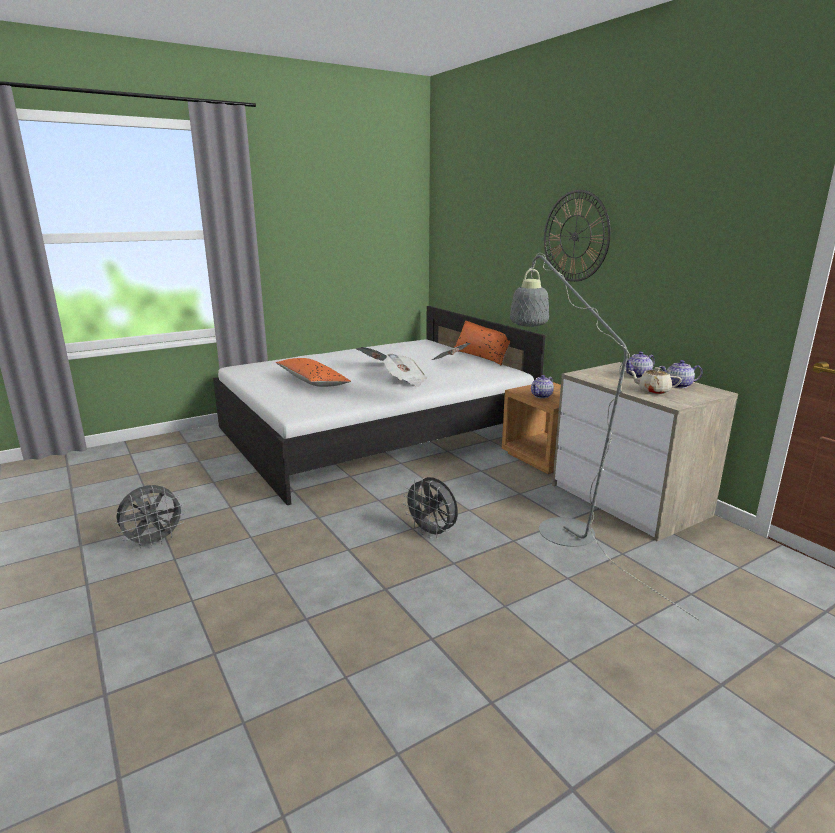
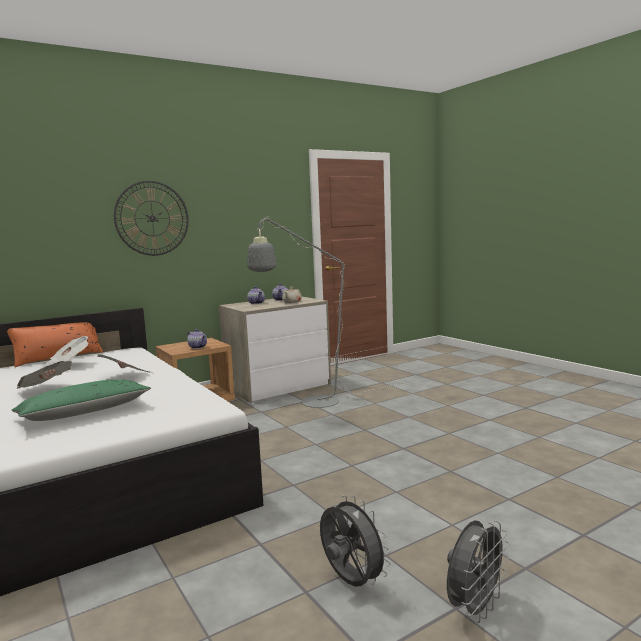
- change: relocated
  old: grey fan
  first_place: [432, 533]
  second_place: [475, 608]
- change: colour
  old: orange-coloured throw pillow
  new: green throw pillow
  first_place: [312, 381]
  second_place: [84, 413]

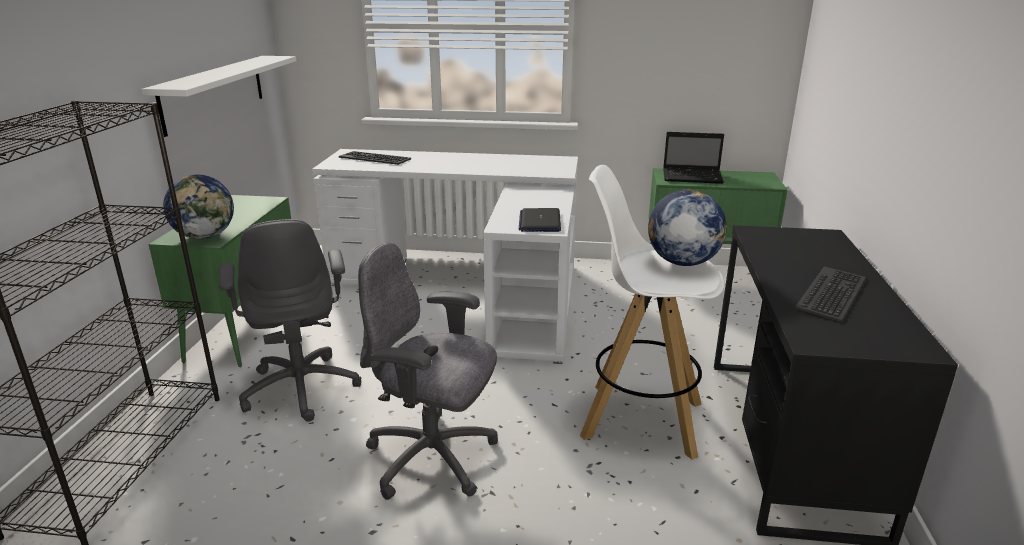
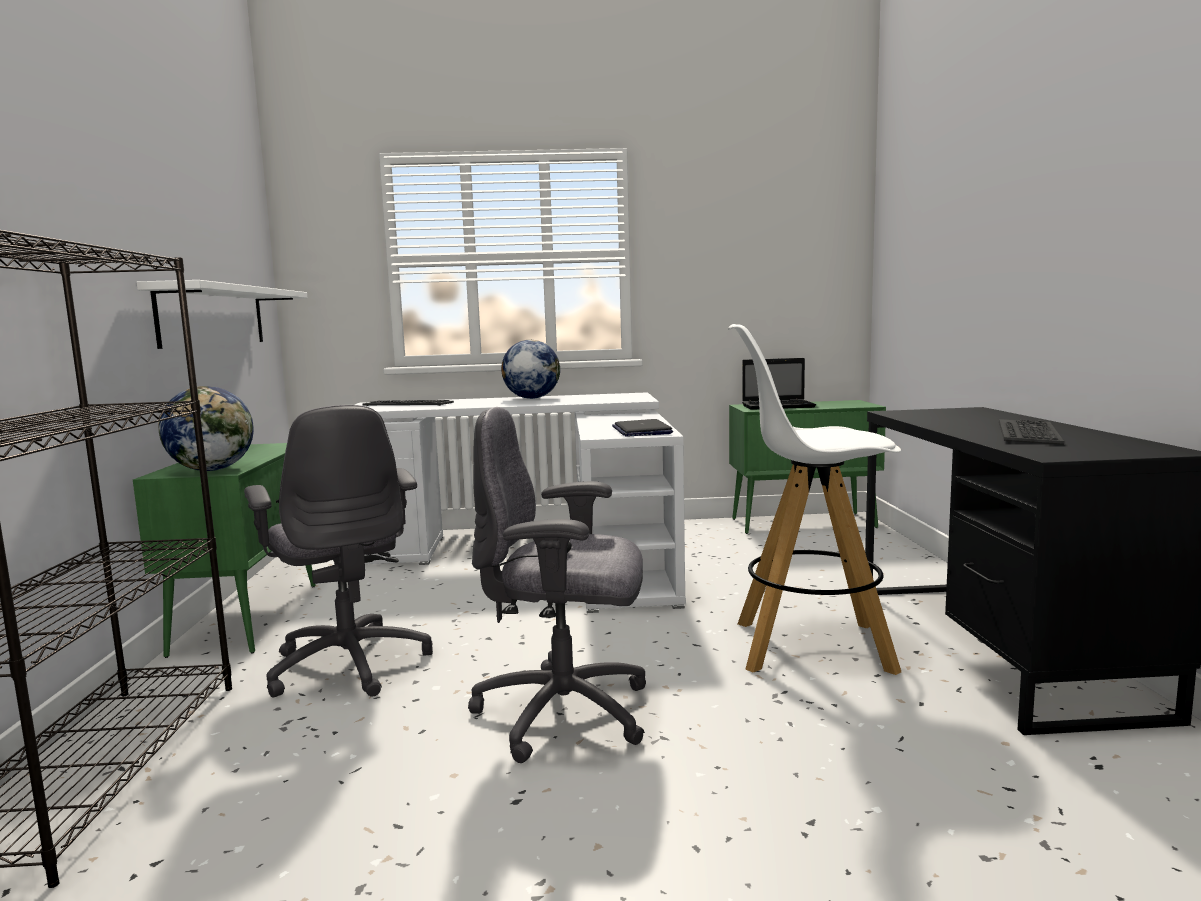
- change: relocated
  old: world globe
  first_place: [682, 262]
  second_place: [531, 398]

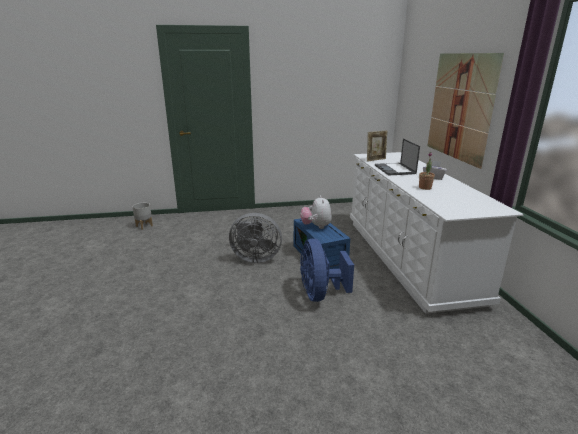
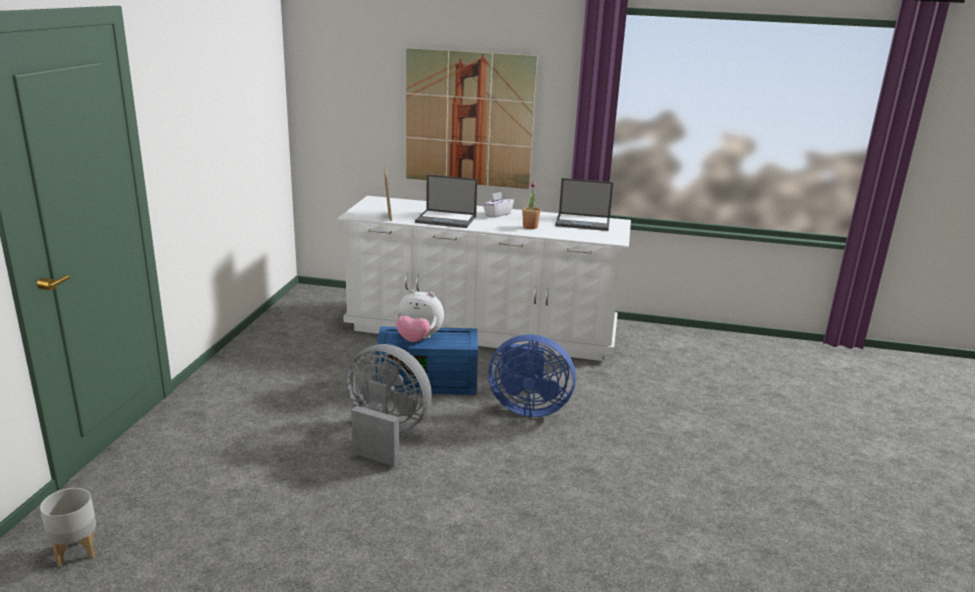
- change: appeared
  new: notebook computer
  second_place: [583, 222]
- change: spun
  old: grey fan
  first_place: [255, 258]
  second_place: [385, 434]
  degrees: -90

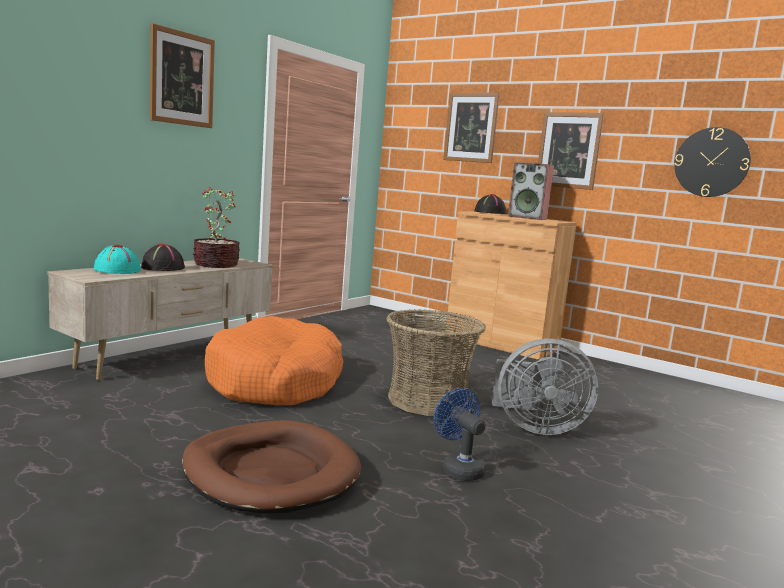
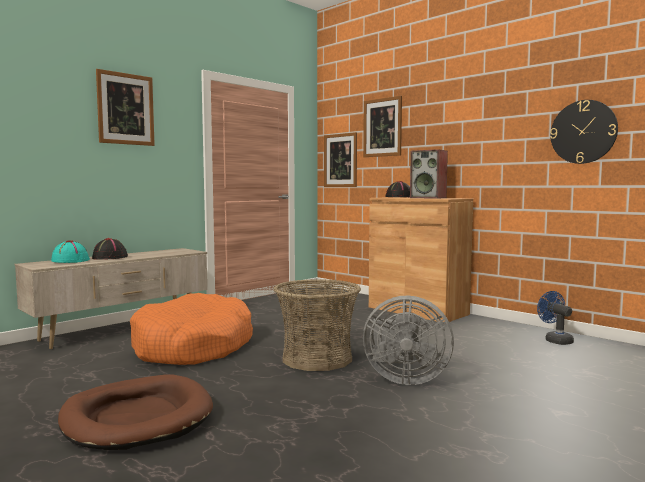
- change: missing
  old: houseplant
  first_place: [216, 265]
- change: relocated
  old: blue-coloured fan
  first_place: [458, 468]
  second_place: [555, 340]
- change: relocated
  old: picture
  first_place: [568, 150]
  second_place: [340, 160]

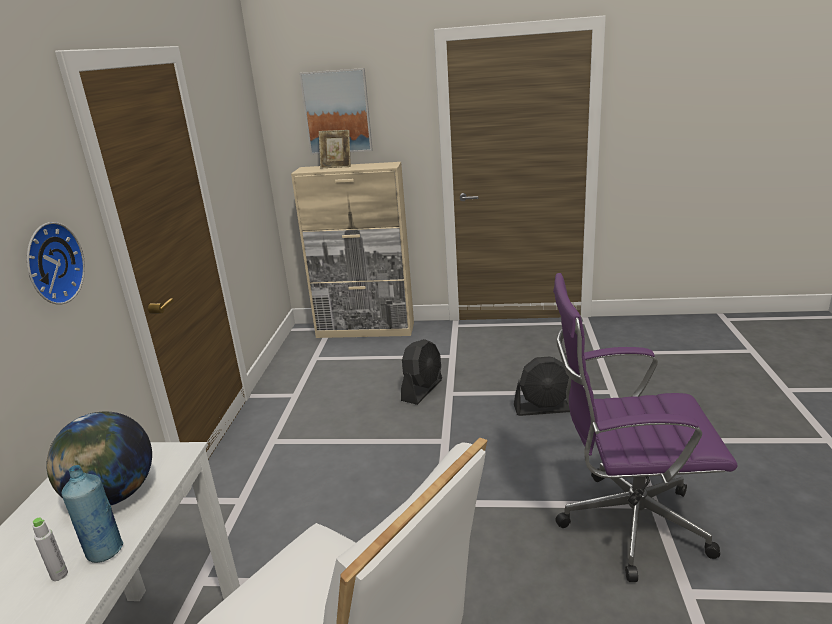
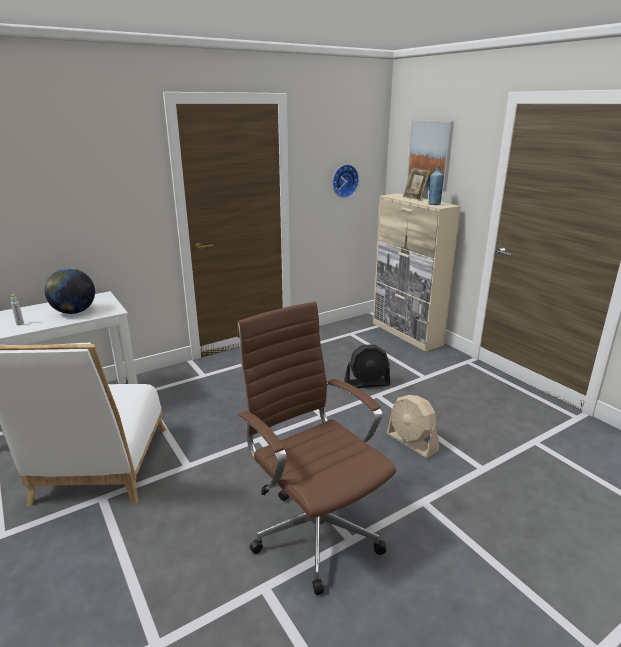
- change: relocated
  old: clock on the wall
  first_place: [50, 263]
  second_place: [344, 181]
- change: relocated
  old: blue-coloured beverage bottle
  first_place: [105, 551]
  second_place: [434, 204]
- change: colour
  old: blackish fan
  new: beige fan
  first_place: [544, 408]
  second_place: [412, 442]
- change: colour
  old: purple office chair
  new: brown office chair
  first_place: [626, 524]
  second_place: [313, 530]

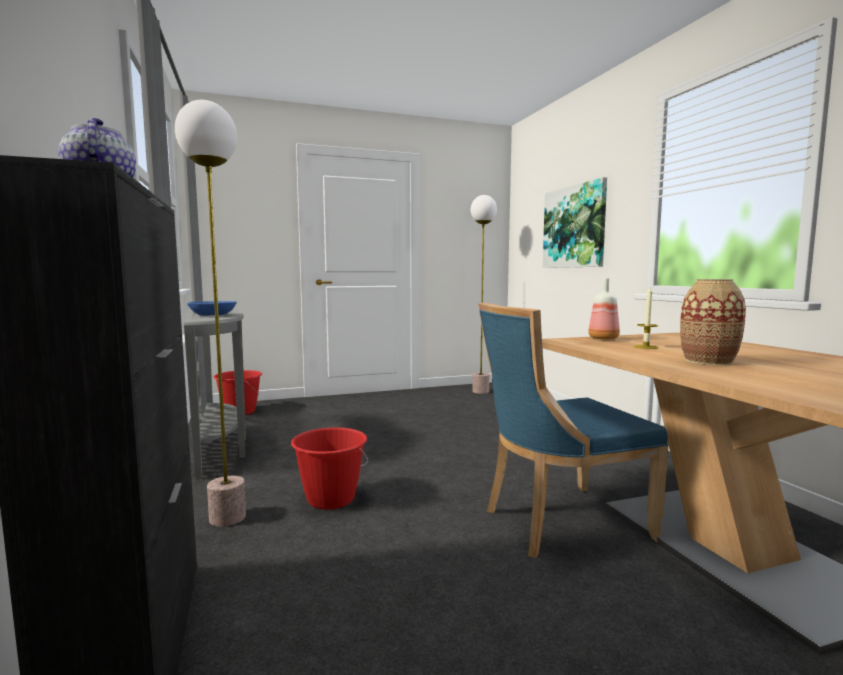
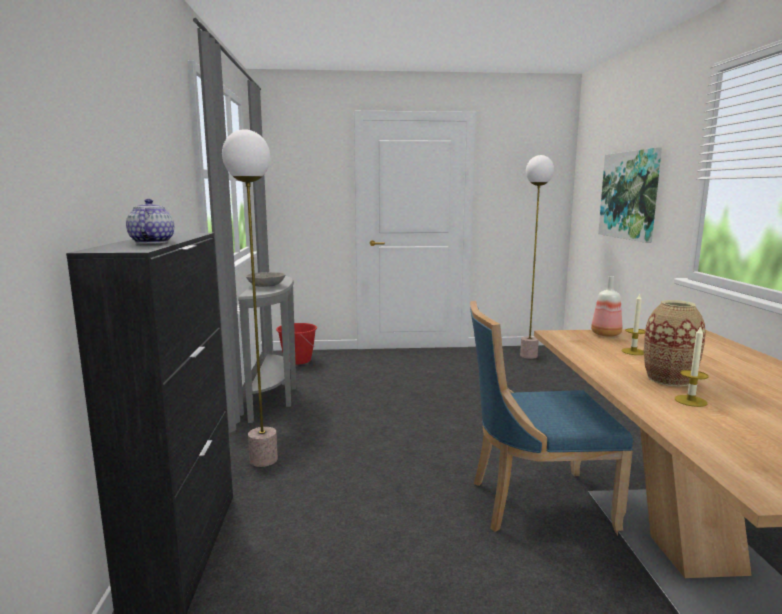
- change: missing
  old: red-coloured water bucket
  first_place: [330, 499]
- change: appeared
  new: wax candle
  second_place: [690, 401]
- change: colour
  old: blue-coloured deep dish
  new: grey deep dish
  first_place: [213, 315]
  second_place: [266, 286]

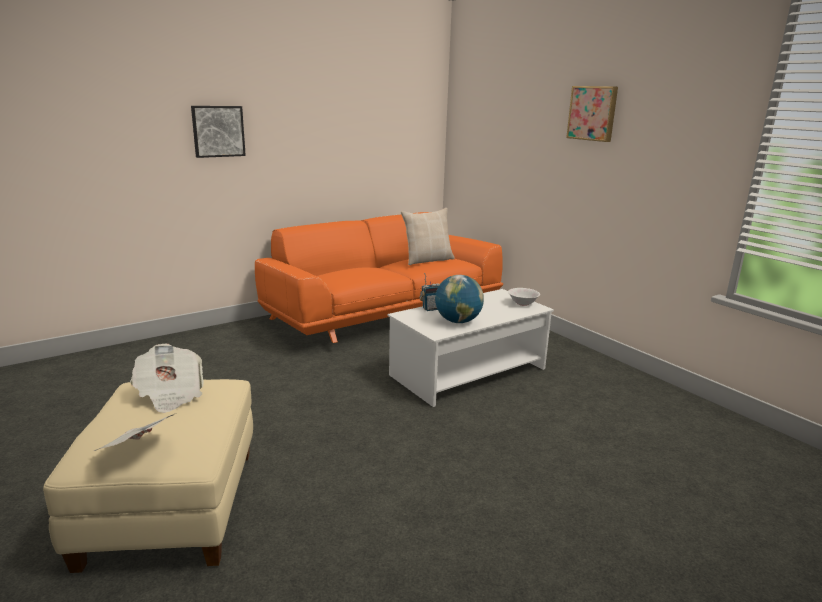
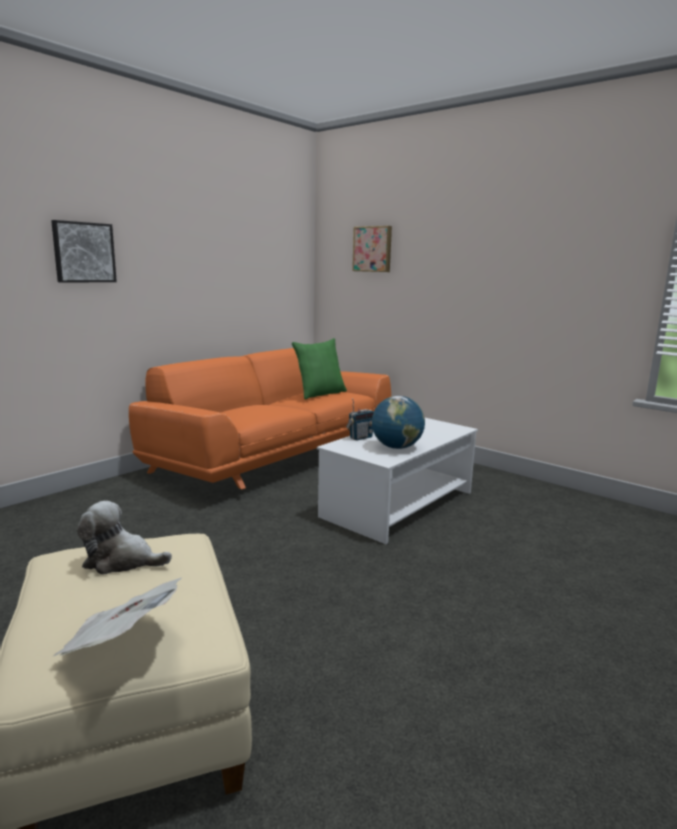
- change: missing
  old: white-coloured deep dish
  first_place: [522, 303]
- change: relocated
  old: picture
  first_place: [593, 113]
  second_place: [373, 249]
- change: exchanged
  old: daily paper
  new: cuddly toy
  first_place: [170, 394]
  second_place: [121, 561]
- change: colour
  old: beige throw pillow
  new: green throw pillow
  first_place: [427, 260]
  second_place: [320, 394]

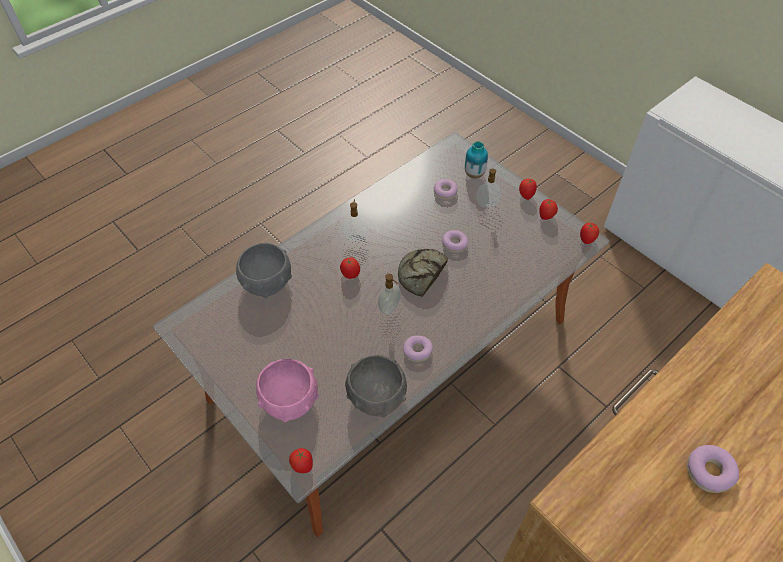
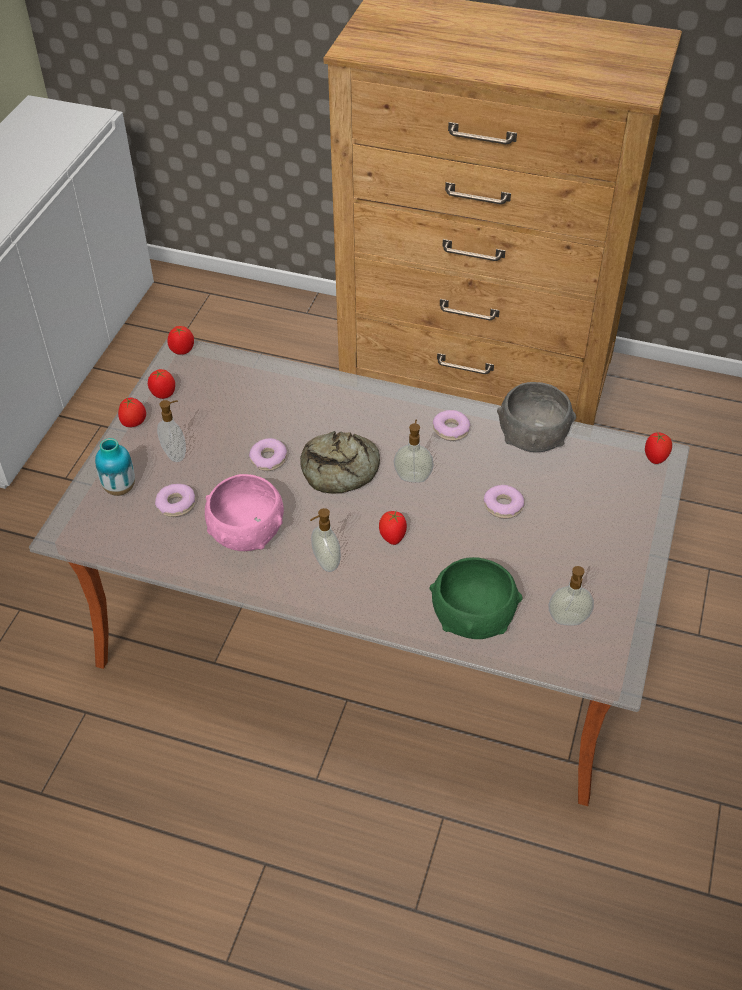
- change: appeared
  new: liquid soap bottle
  second_place: [568, 620]
- change: relocated
  old: pinkish deep dish
  first_place: [289, 400]
  second_place: [247, 533]
- change: relocated
  old: ring doughnut
  first_place: [709, 471]
  second_place: [503, 506]
- change: colour
  old: grey deep dish
  new: green deep dish
  first_place: [267, 282]
  second_place: [472, 618]

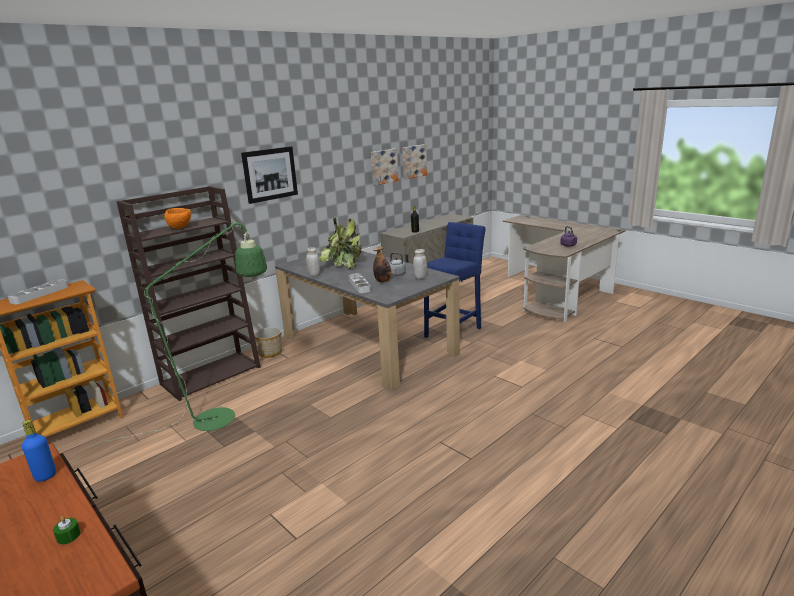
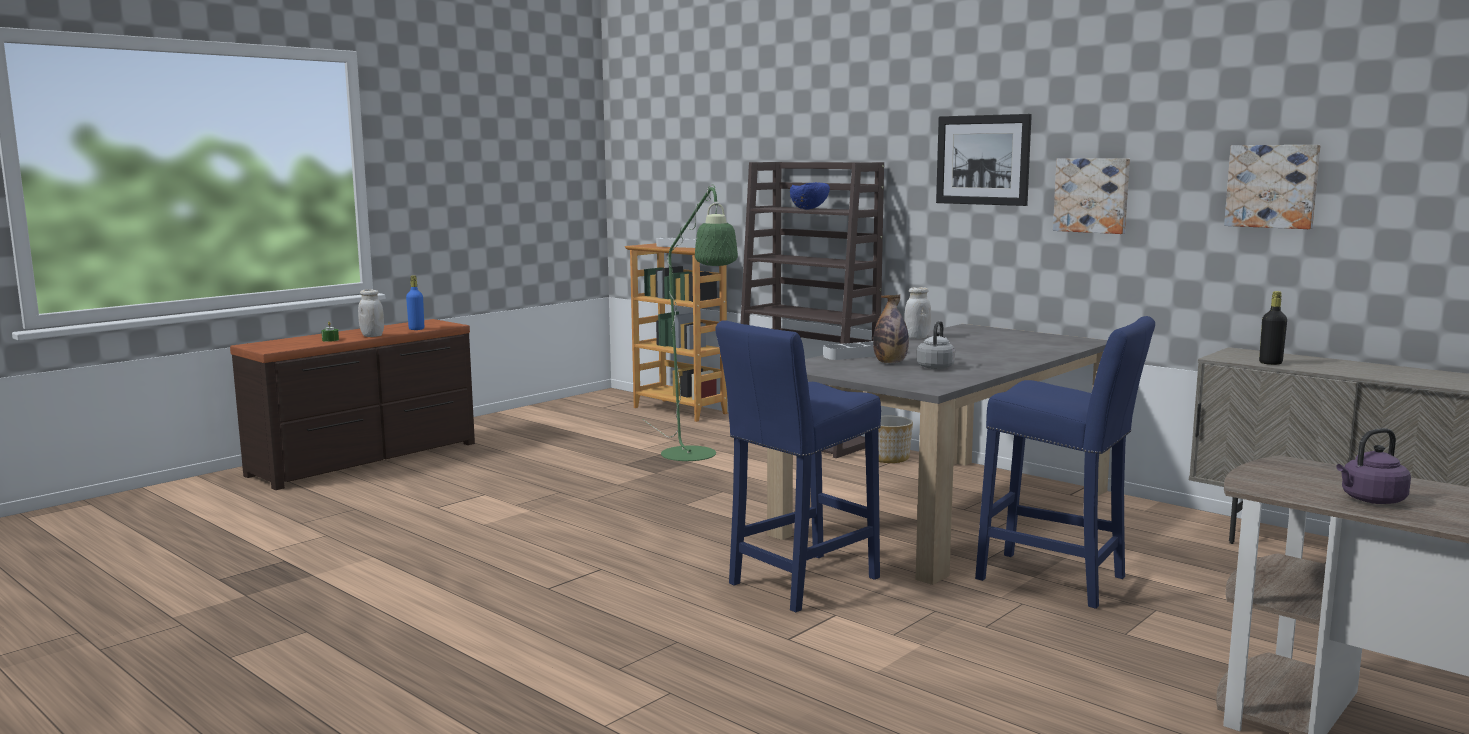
- change: missing
  old: houseplant
  first_place: [342, 263]
- change: appeared
  new: blue-coloured stool seat
  second_place: [799, 583]
- change: relocated
  old: picture
  first_place: [413, 161]
  second_place: [1092, 195]
- change: relocated
  old: white-coloured jar
  first_place: [420, 277]
  second_place: [372, 336]
- change: colour
  old: orange-coloured deep dish
  new: blue-coloured deep dish
  first_place: [180, 227]
  second_place: [809, 209]

